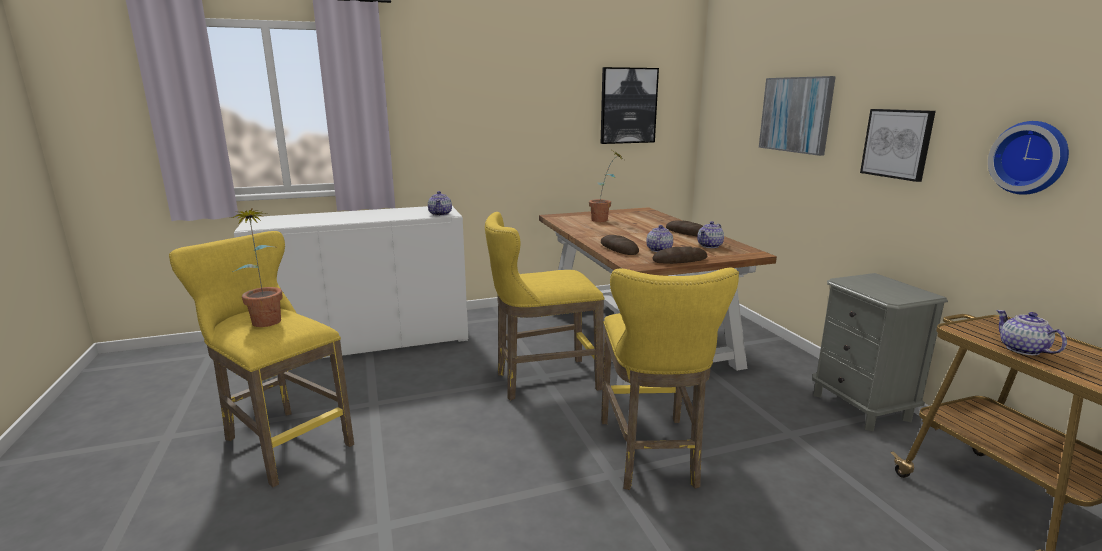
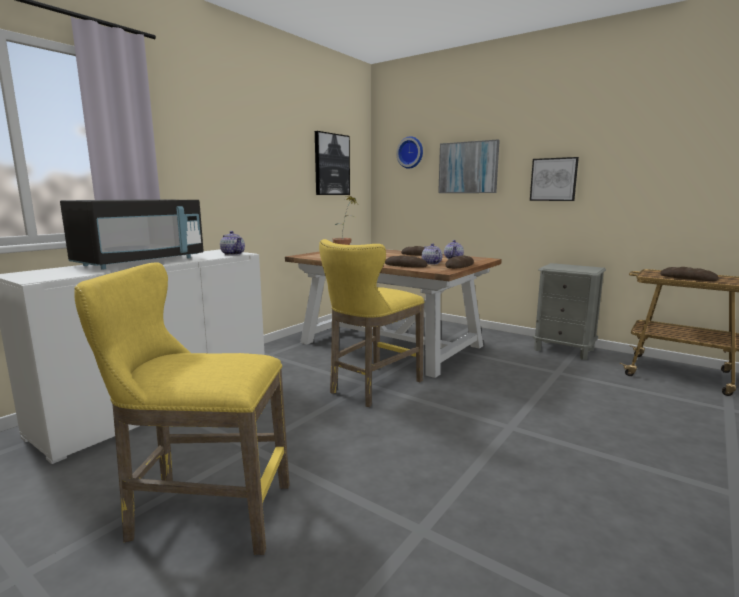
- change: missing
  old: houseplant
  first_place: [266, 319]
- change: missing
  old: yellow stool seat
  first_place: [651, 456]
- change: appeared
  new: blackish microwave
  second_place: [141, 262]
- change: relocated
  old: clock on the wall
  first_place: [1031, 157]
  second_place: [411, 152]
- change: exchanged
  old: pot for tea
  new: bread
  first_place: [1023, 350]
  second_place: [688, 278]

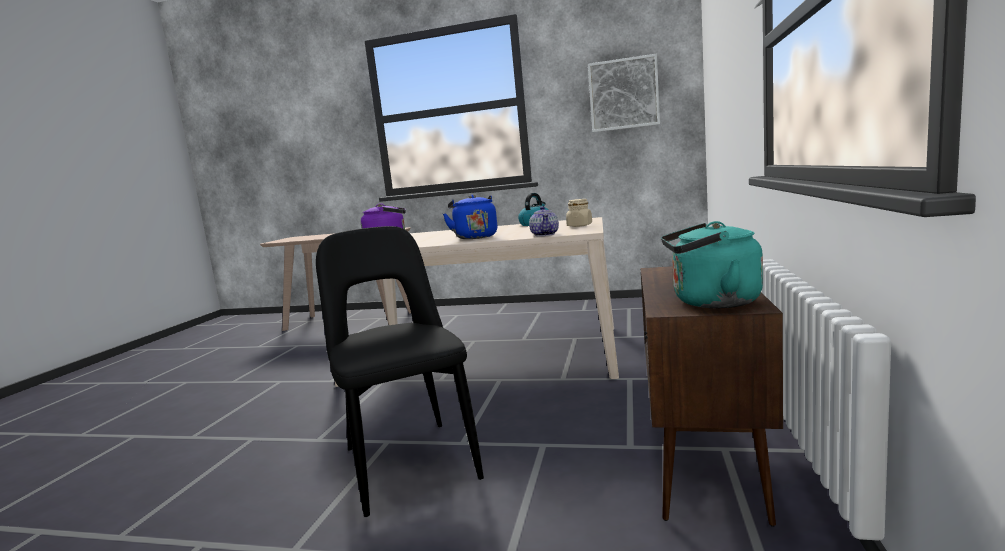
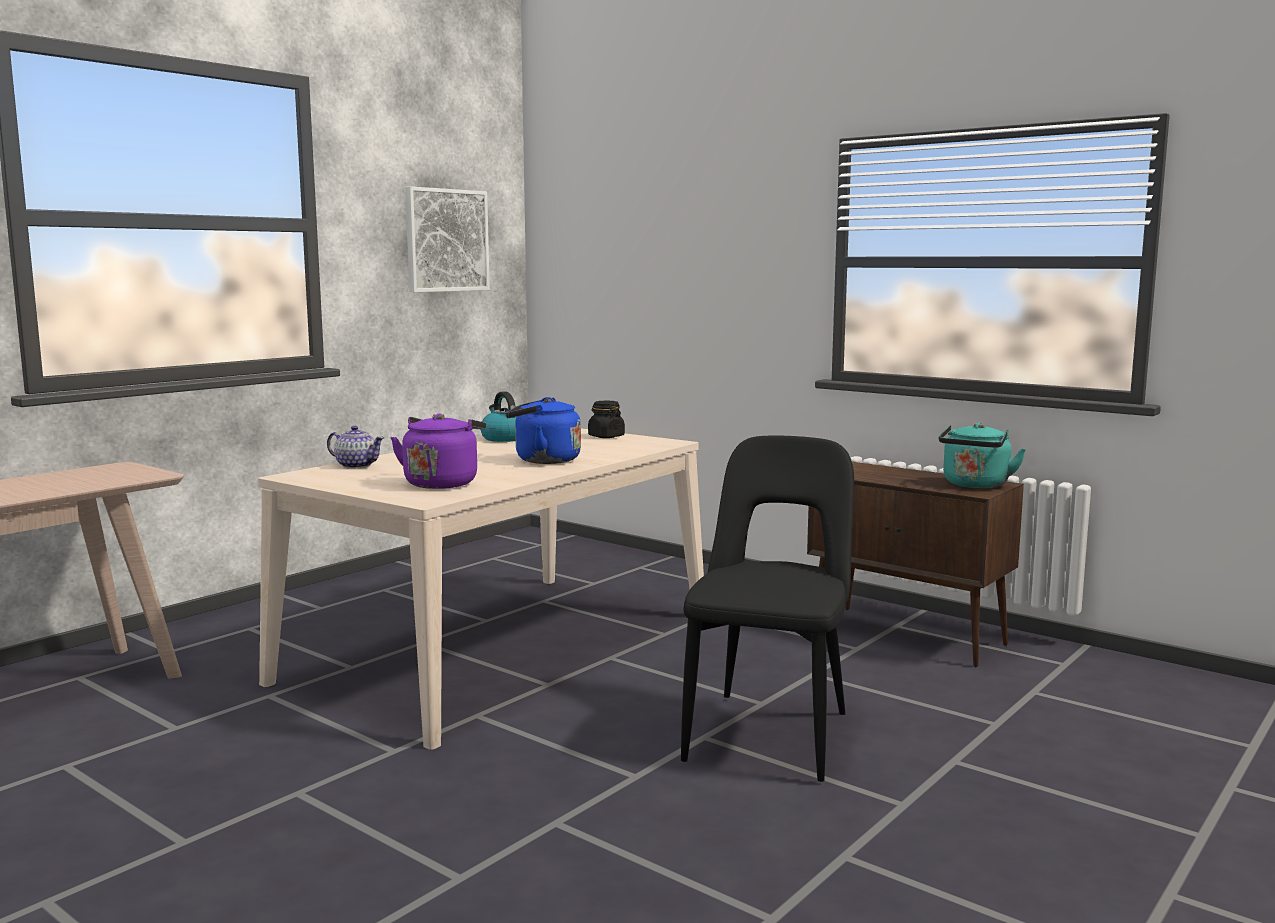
- change: relocated
  old: pot for tea
  first_place: [545, 234]
  second_place: [356, 465]
- change: colour
  old: beige jar
  new: blackish jar
  first_place: [579, 225]
  second_place: [606, 436]
- change: spun
  old: blackish plain chair
  first_place: [408, 460]
  second_place: [771, 732]
  degrees: 105

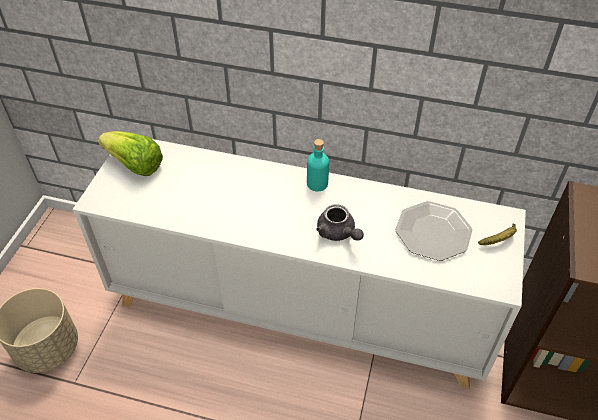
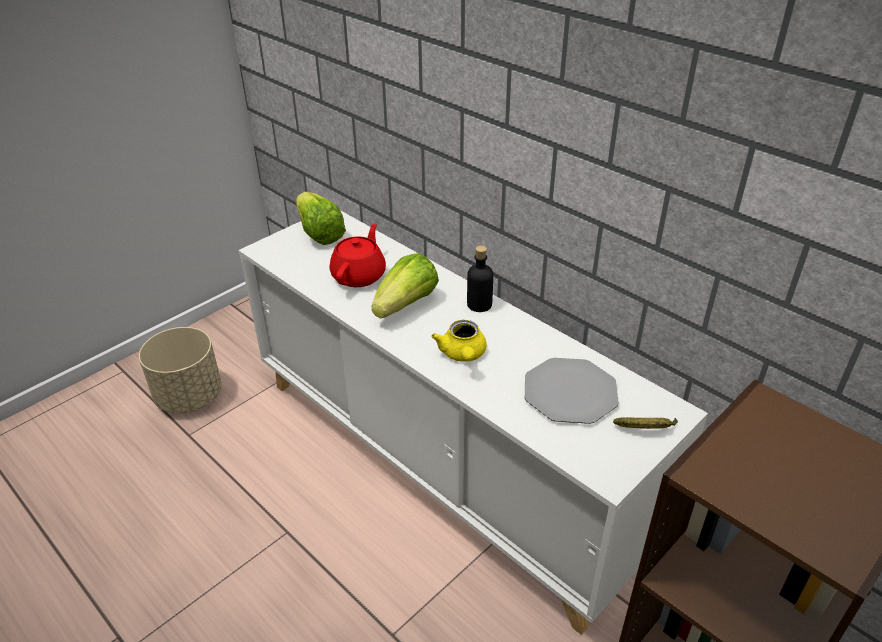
- change: appeared
  new: red-coloured pot for tea
  second_place: [359, 275]
- change: appeared
  new: lettuce
  second_place: [406, 305]
- change: colour
  old: turquoise-coloured beverage bottle
  new: blackish beverage bottle
  first_place: [317, 184]
  second_place: [479, 304]
- change: colour
  old: grey pot for tea
  new: yellow pot for tea
  first_place: [338, 233]
  second_place: [462, 355]

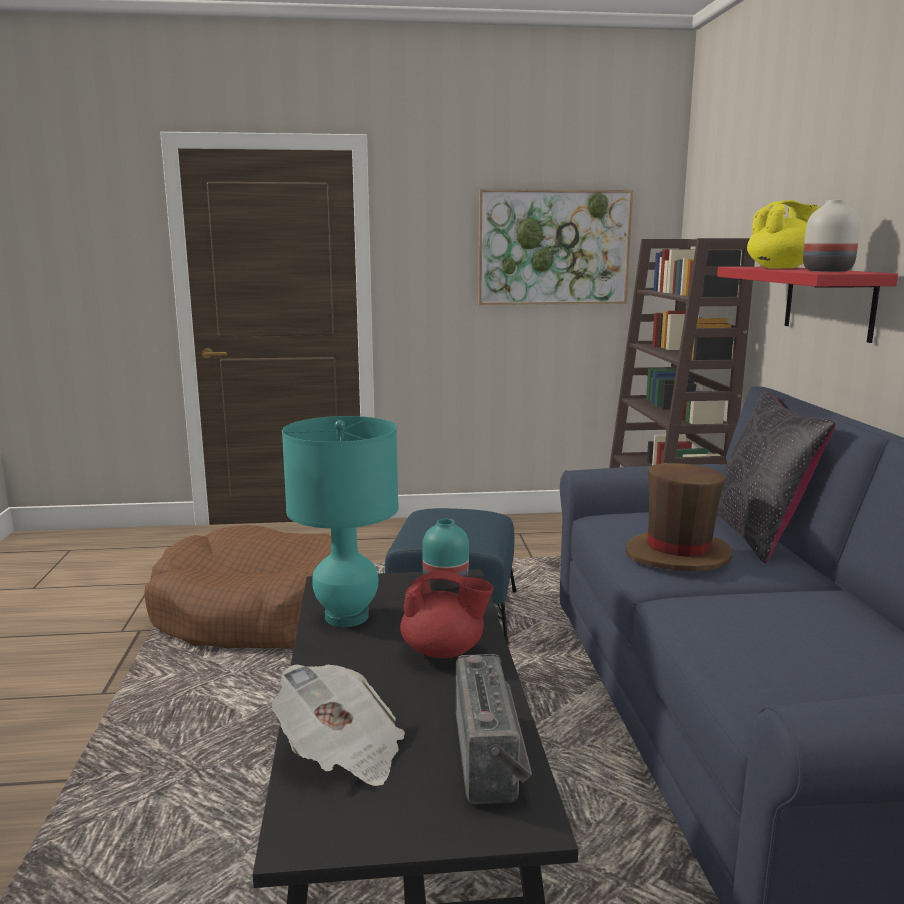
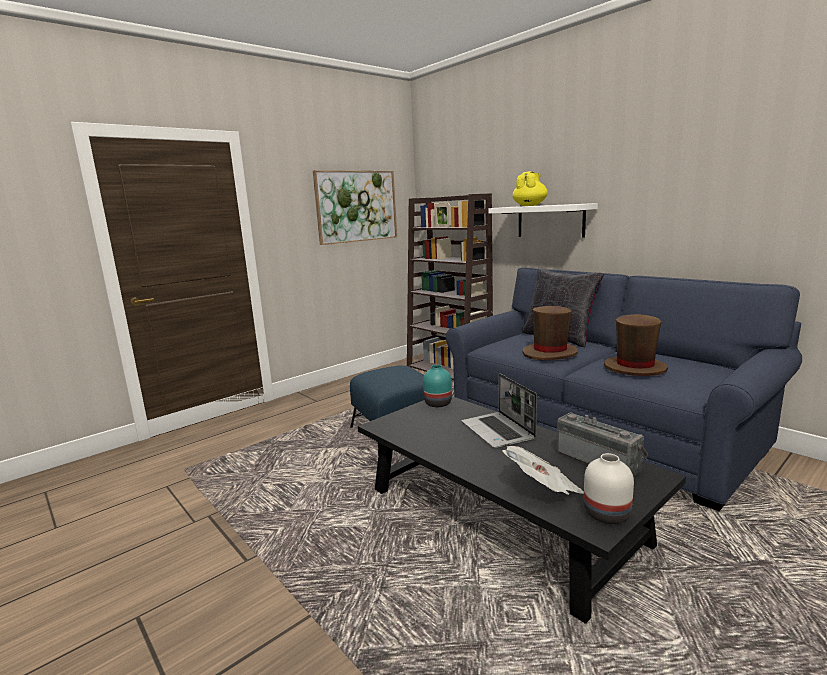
- change: missing
  old: brown dog bed
  first_place: [255, 613]
- change: missing
  old: turquoise-coloured tabletop lamp
  first_place: [347, 617]
- change: appeared
  new: standing frame
  second_place: [443, 227]
- change: appeared
  new: brown clothing hat
  second_place: [634, 368]
- change: relocated
  old: white-coloured flower vase
  first_place: [828, 271]
  second_place: [606, 513]
- change: exchanged
  old: red-coloured pot for tea
  new: notebook computer
  first_place: [444, 651]
  second_place: [498, 431]
- change: colour
  old: red-coloured shelf
  new: white-coloured shelf
  first_place: [829, 301]
  second_place: [550, 221]

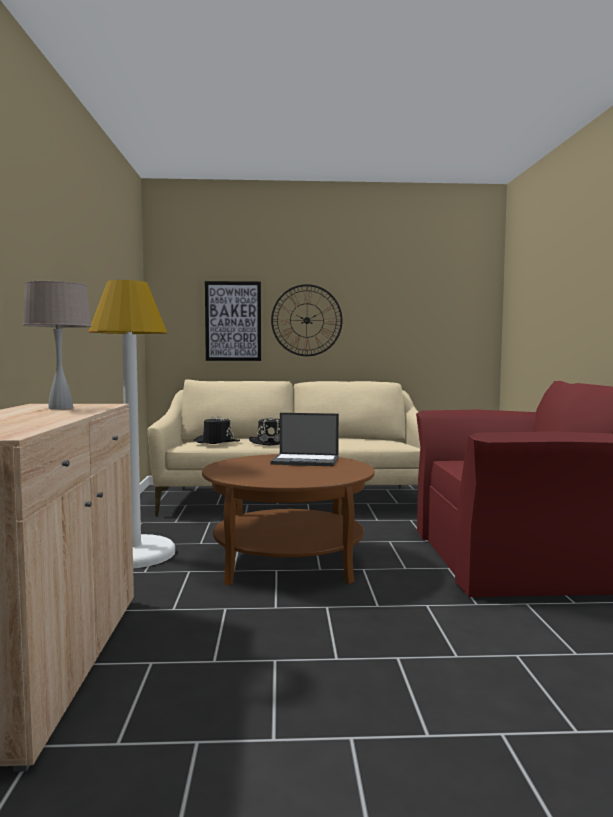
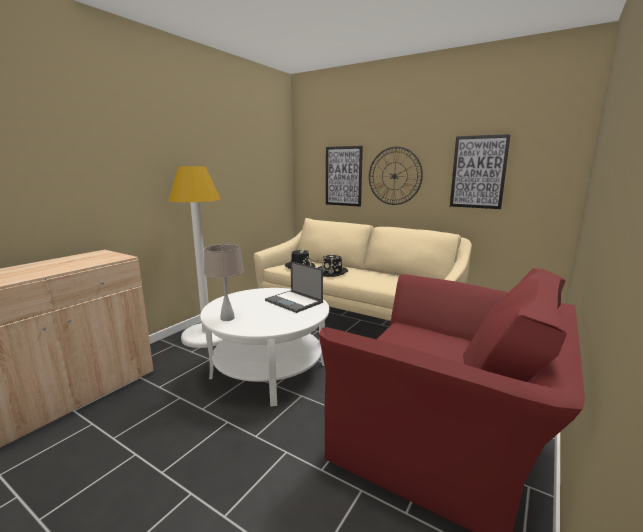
- change: appeared
  new: picture
  second_place: [478, 172]
- change: relocated
  old: beige tabletop lamp
  first_place: [60, 408]
  second_place: [227, 318]
- change: colour
  old: brown coffee table
  new: white-coloured coffee table
  first_place: [288, 561]
  second_place: [269, 370]

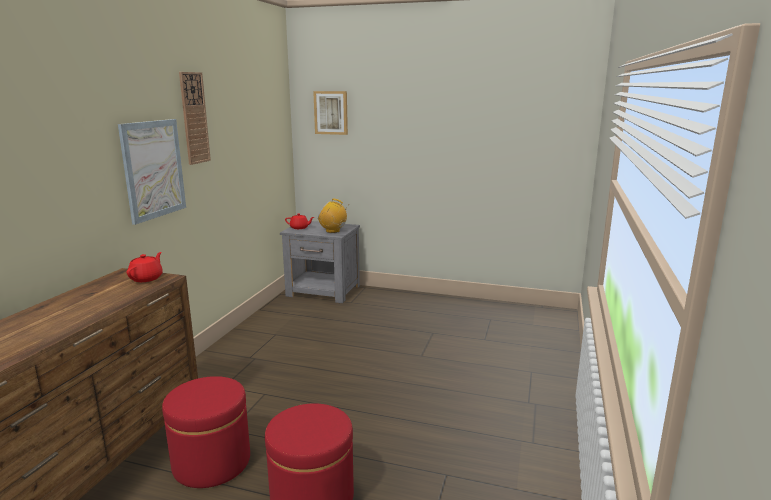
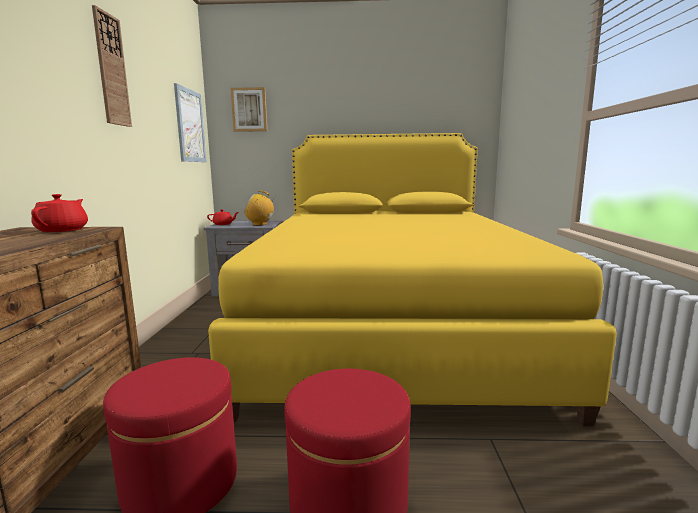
- change: appeared
  new: yellow bedroom bed
  second_place: [389, 326]
- change: relocated
  old: picture
  first_place: [153, 169]
  second_place: [190, 126]

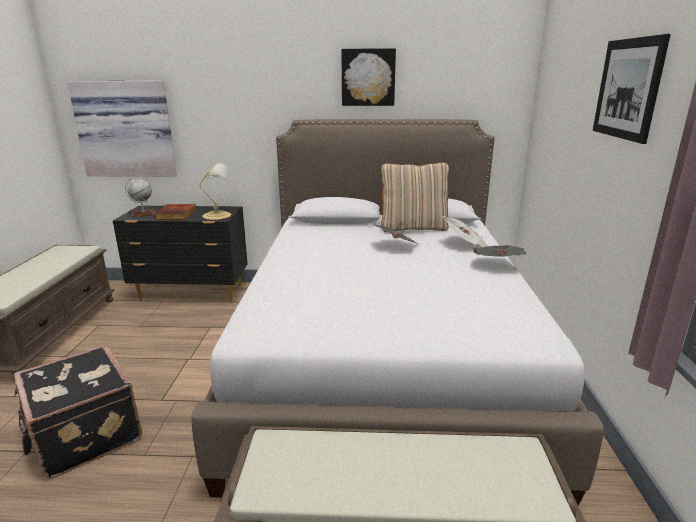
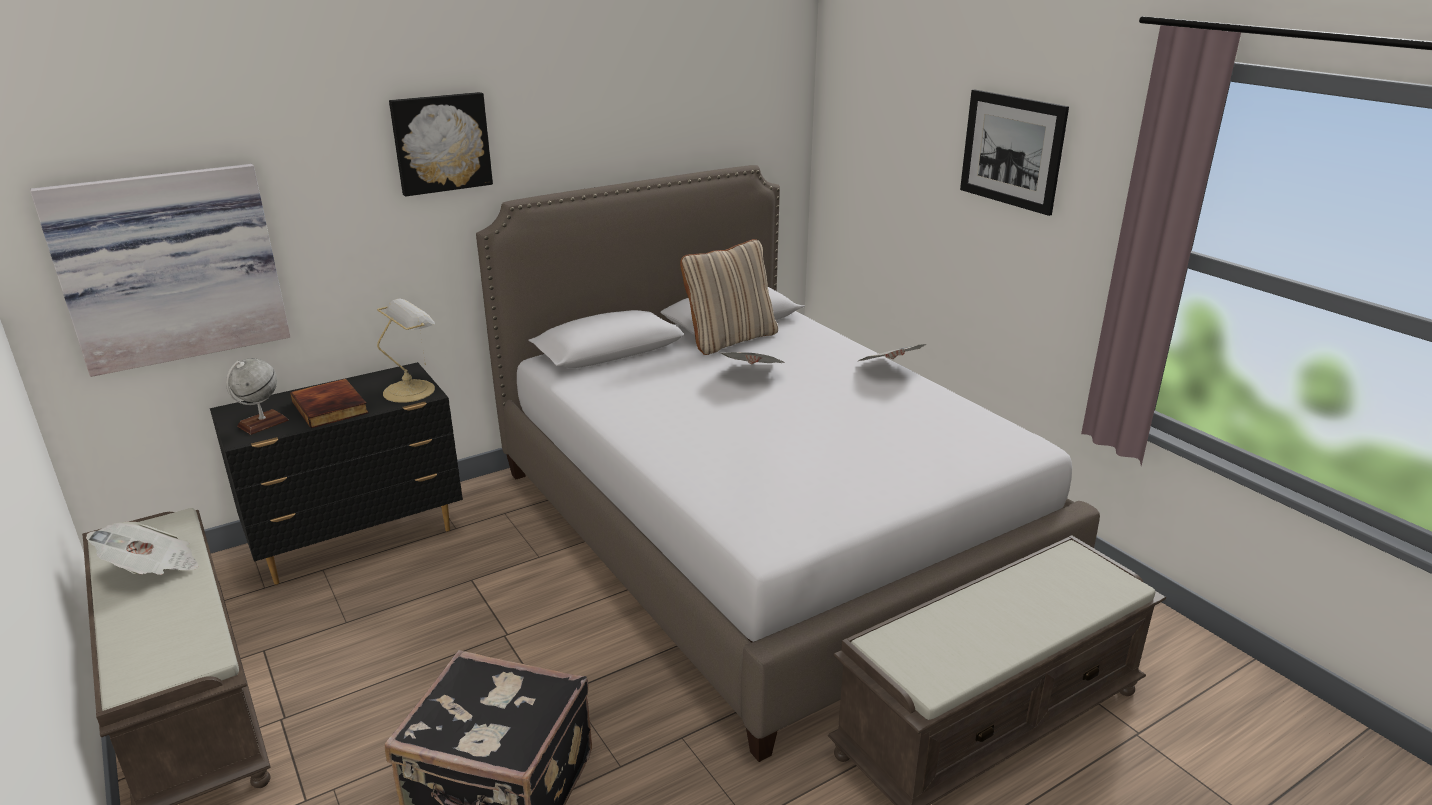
- change: relocated
  old: picture
  first_place: [368, 77]
  second_place: [441, 143]
- change: relocated
  old: daily paper
  first_place: [466, 245]
  second_place: [152, 568]

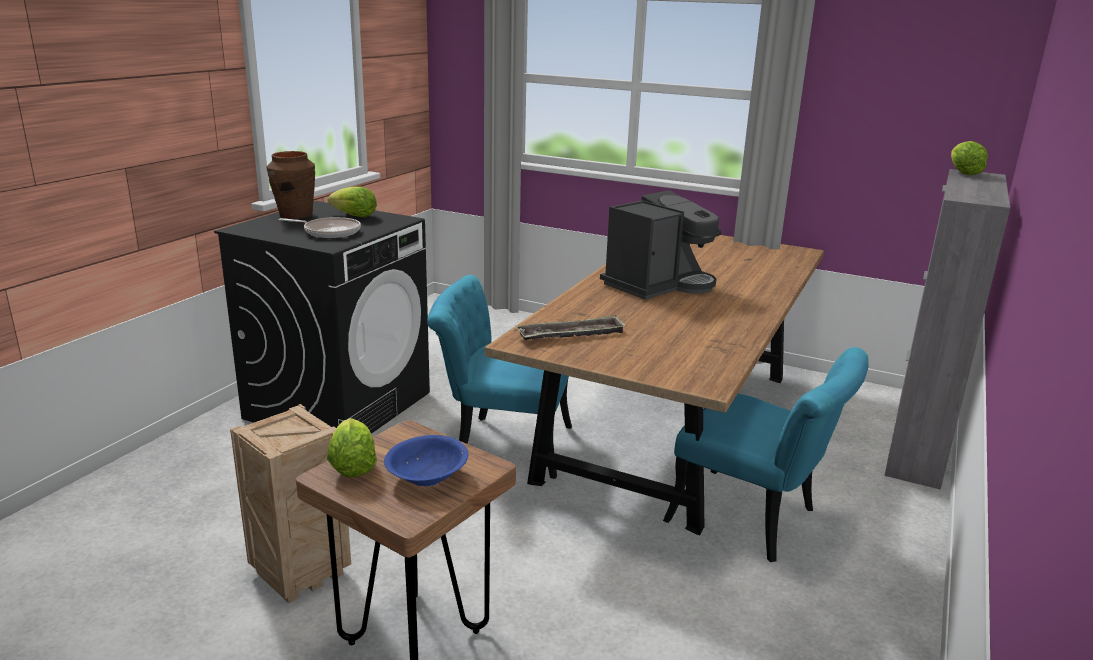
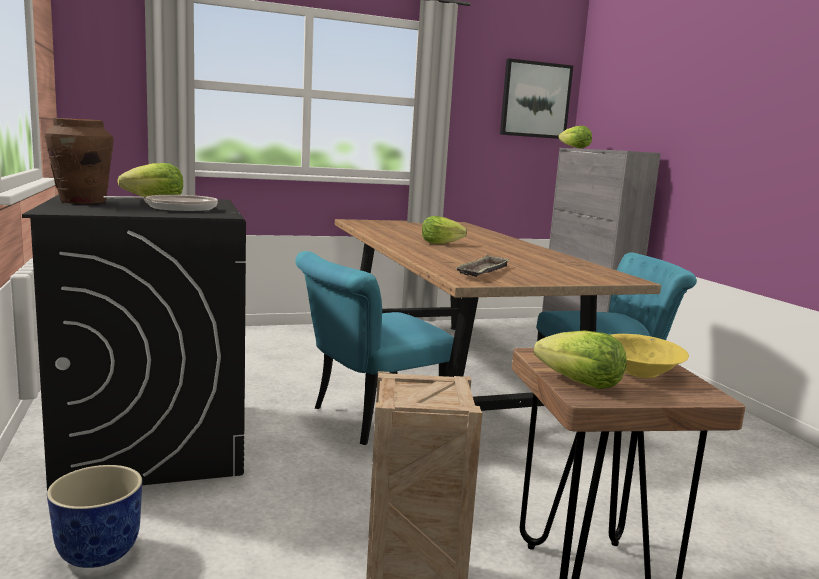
- change: appeared
  new: planter
  second_place: [97, 553]
- change: appeared
  new: picture
  second_place: [535, 100]
- change: exchanged
  old: coffee brewer
  new: lettuce
  first_place: [658, 284]
  second_place: [440, 243]
- change: colour
  old: blue-coloured deep dish
  new: yellow deep dish
  first_place: [427, 477]
  second_place: [639, 372]

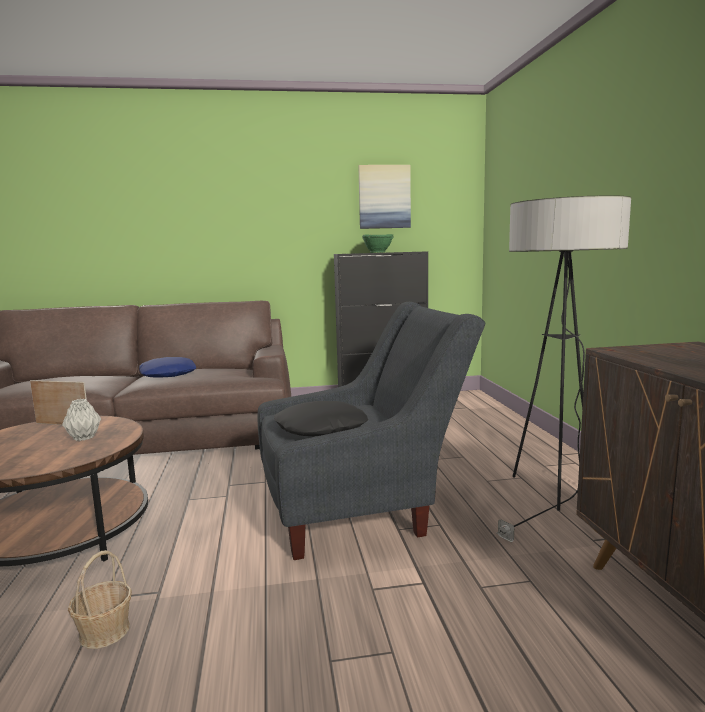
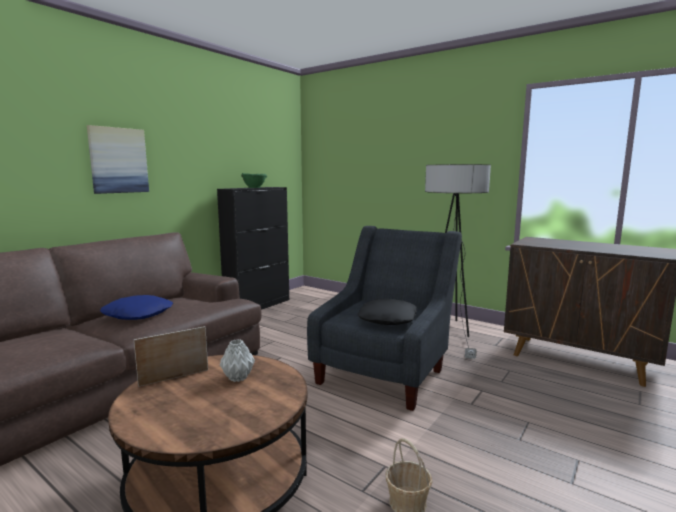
- change: relocated
  old: picture
  first_place: [384, 197]
  second_place: [118, 160]

